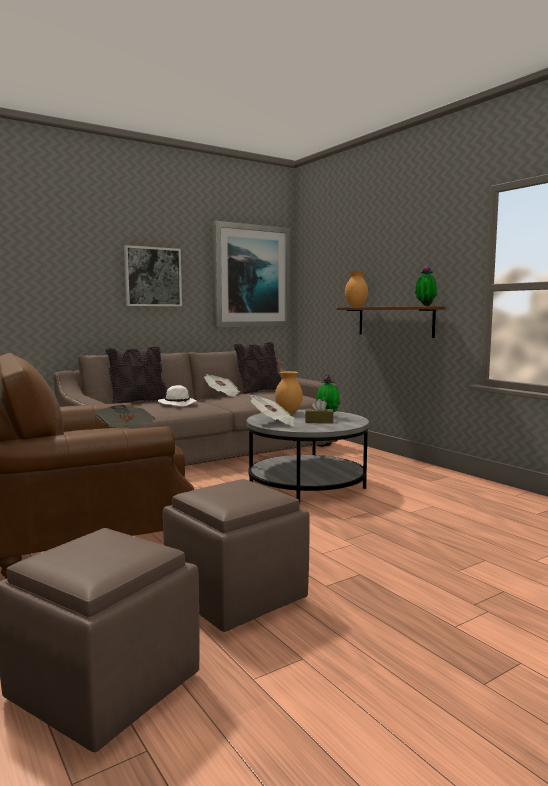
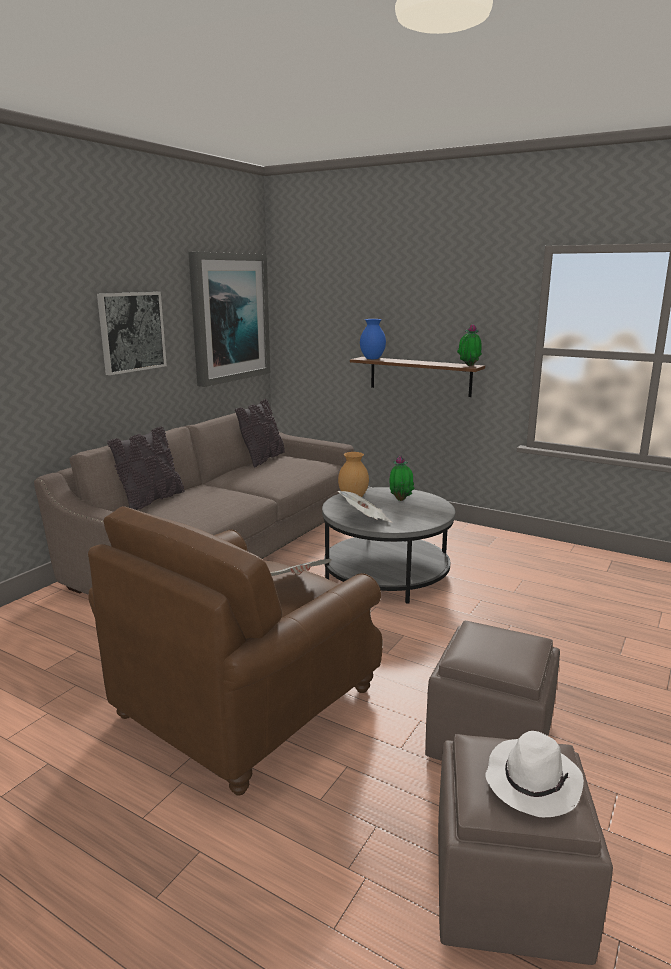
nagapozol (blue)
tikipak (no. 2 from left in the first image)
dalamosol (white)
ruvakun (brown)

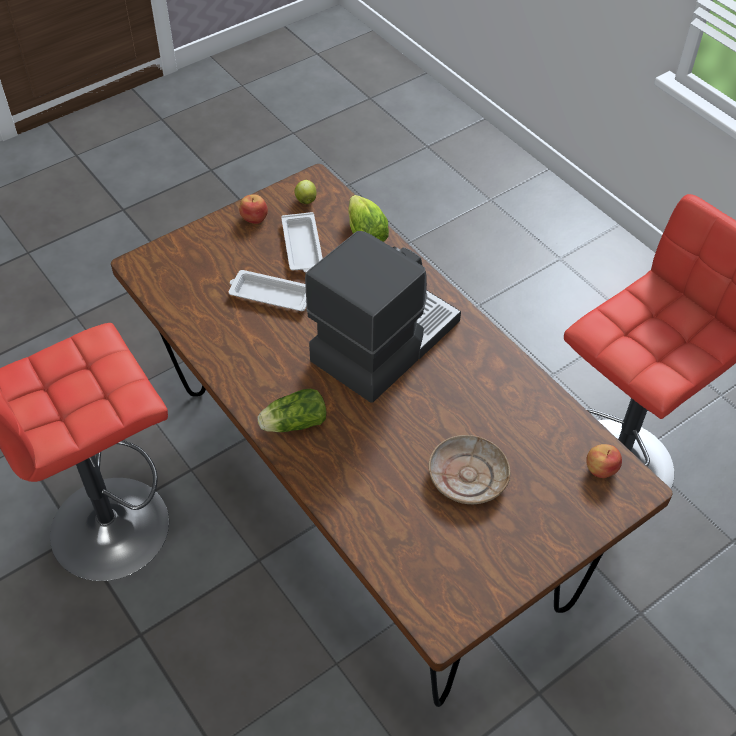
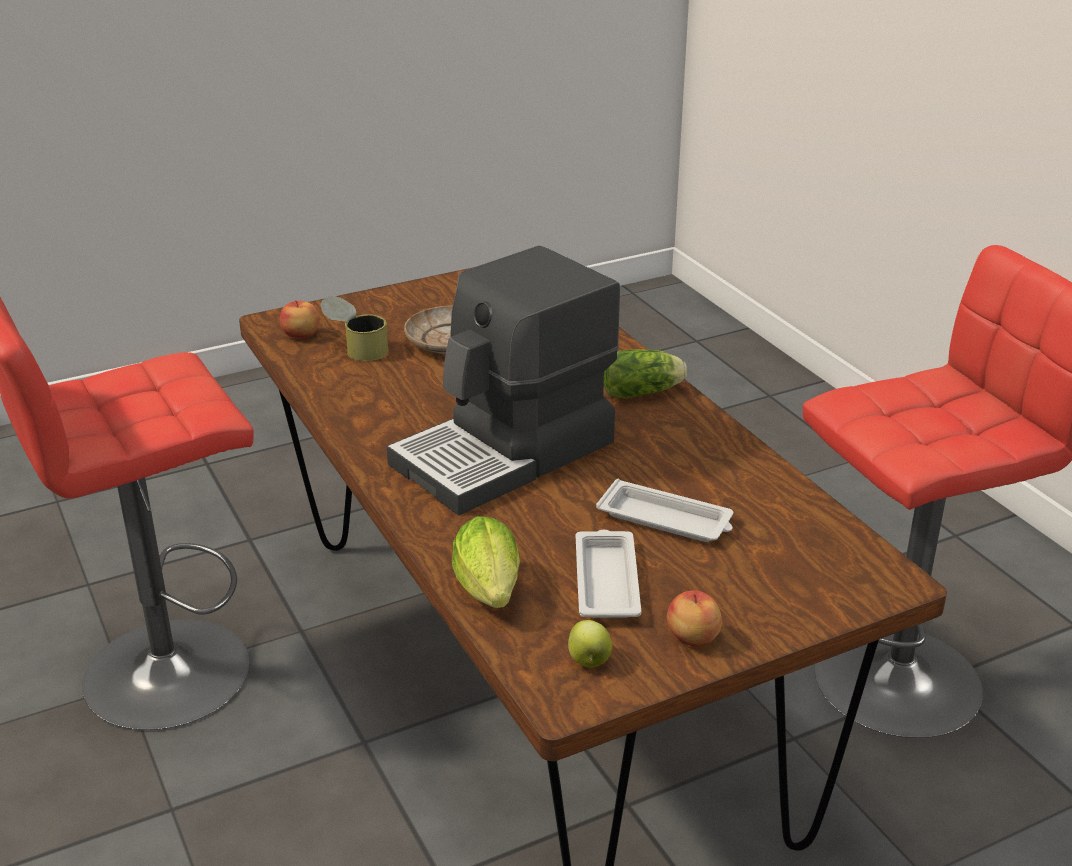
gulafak

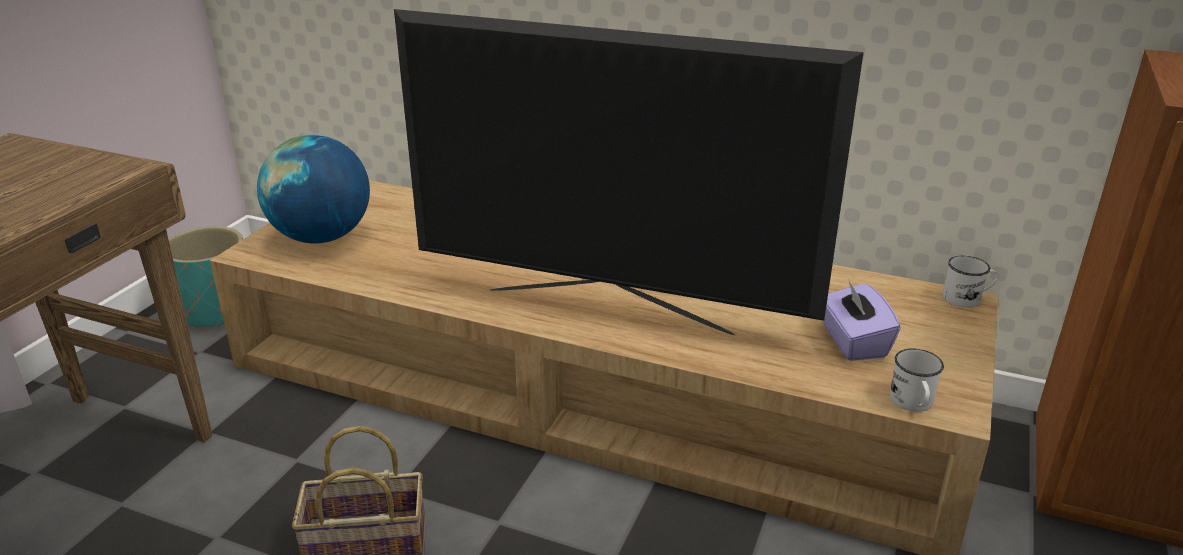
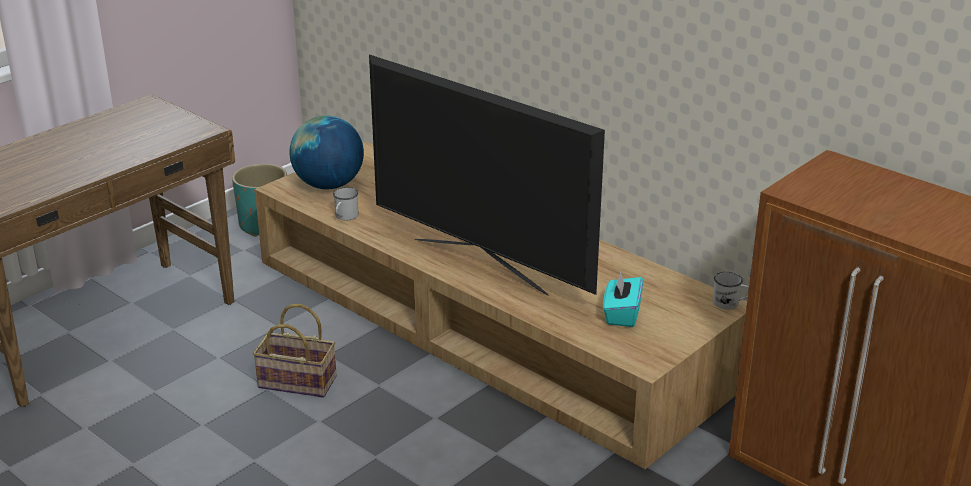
ruvakun (turquoise)
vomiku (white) (no. 1 from left)

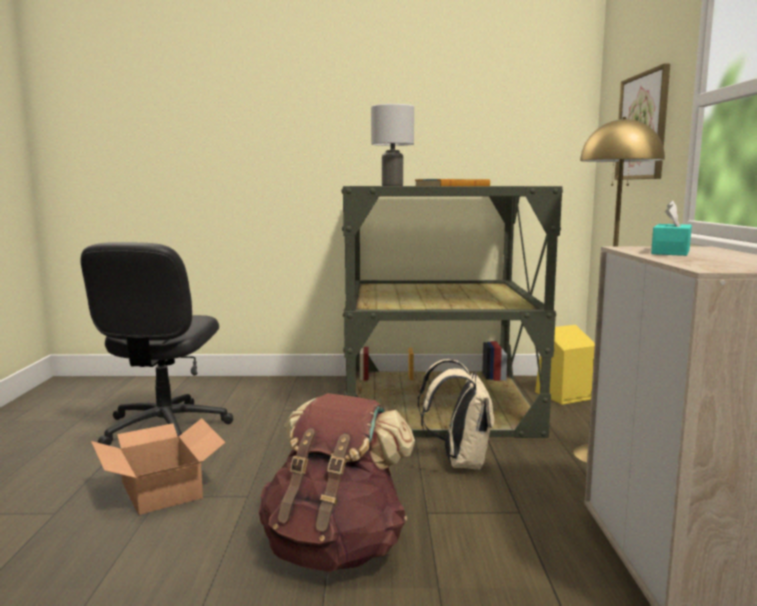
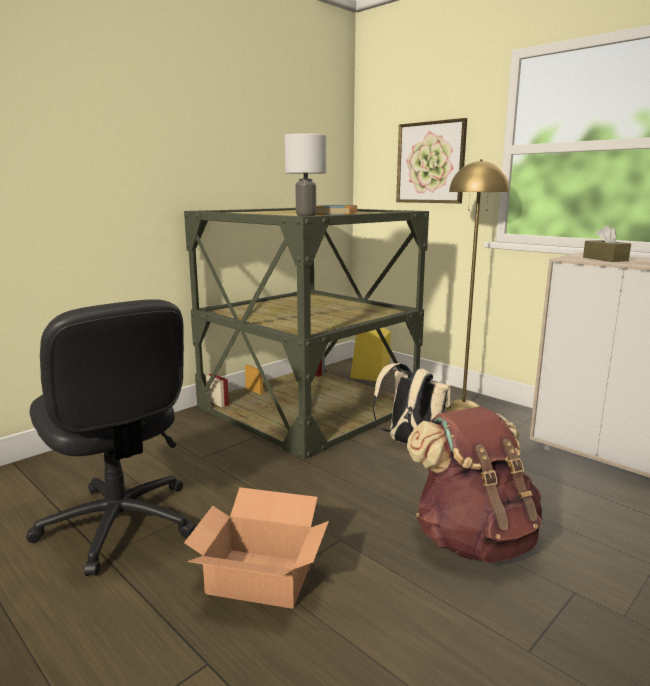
ruvakun (brown)

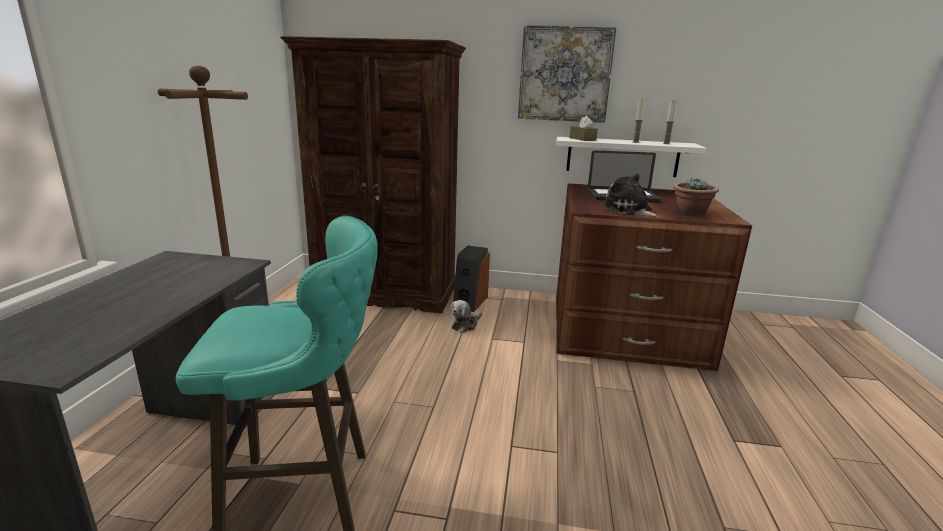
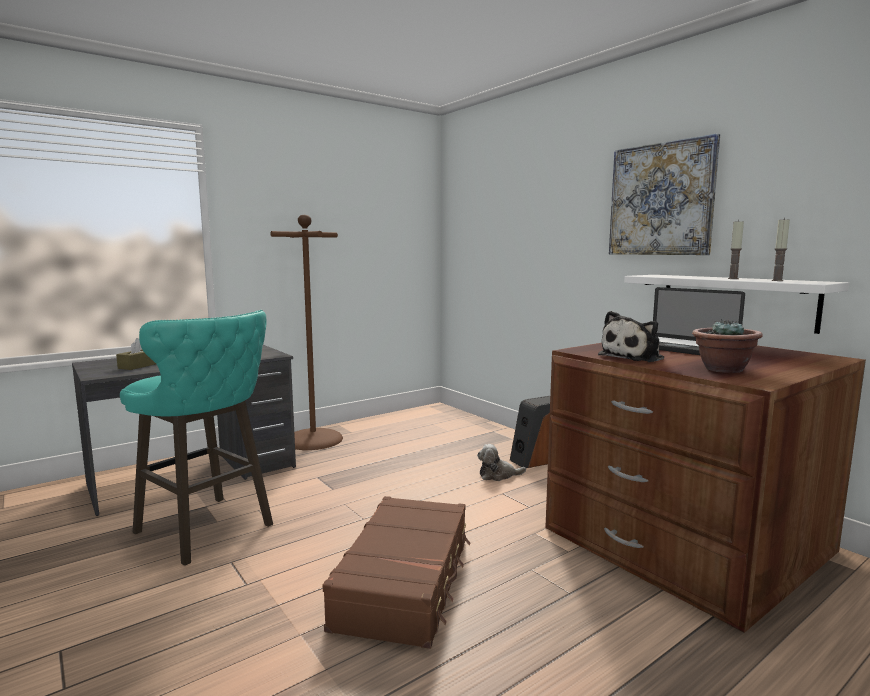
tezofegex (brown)
ruvakun (brown)
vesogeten (no. 2 from left)
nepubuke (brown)

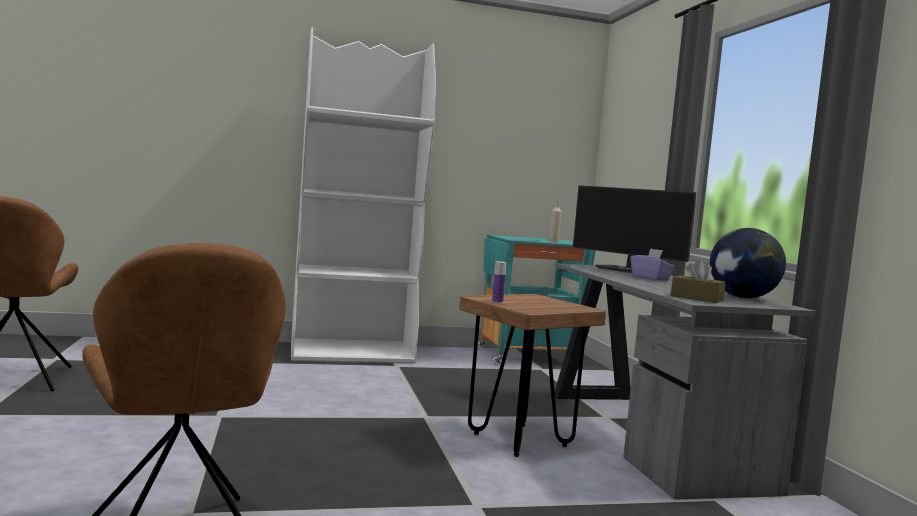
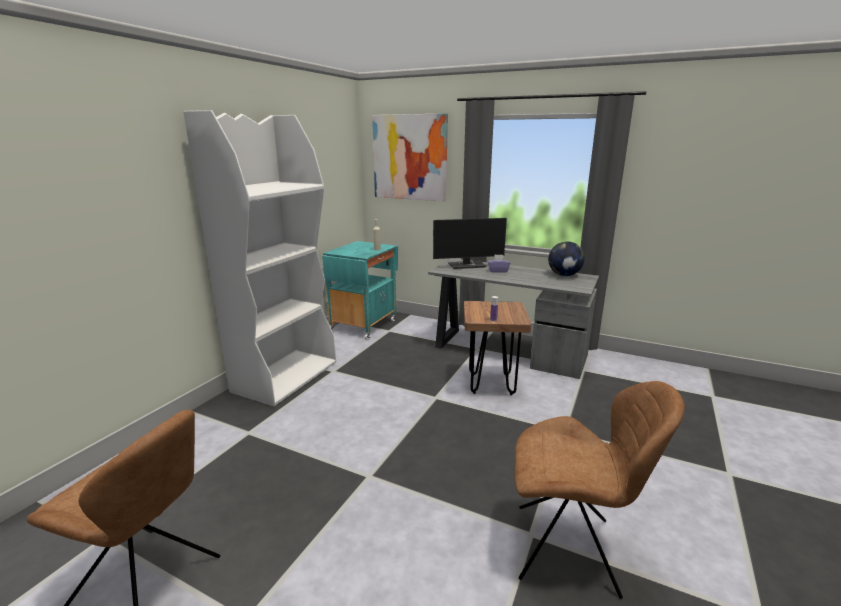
ruvakun (brown)
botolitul

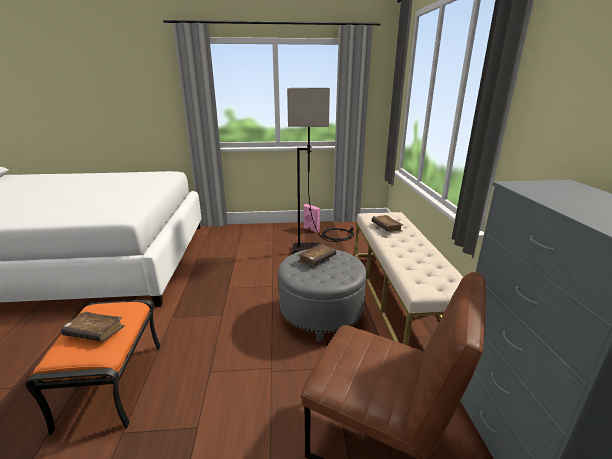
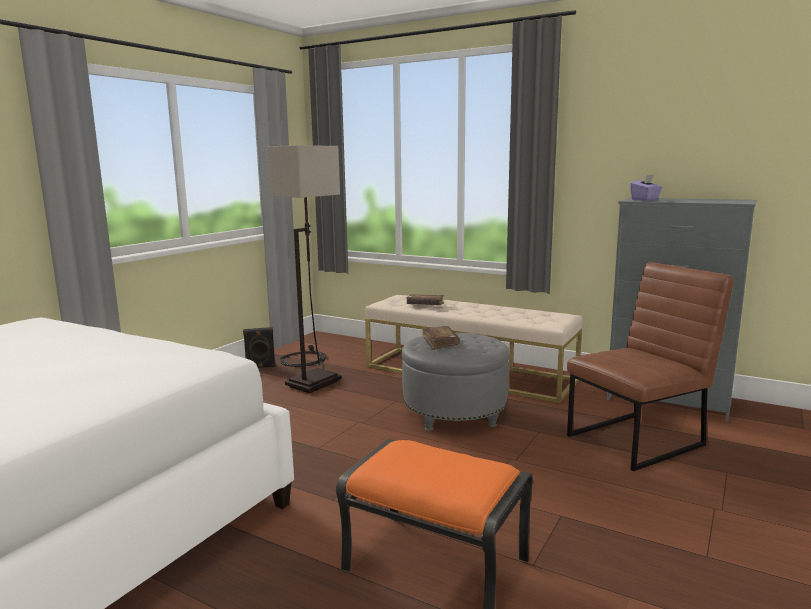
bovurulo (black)
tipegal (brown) (no. 1 from left in the first image)
ruvakun (purple)

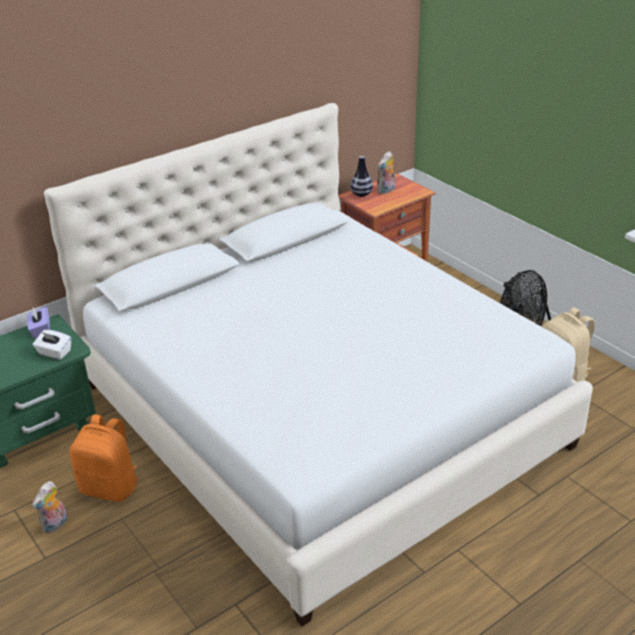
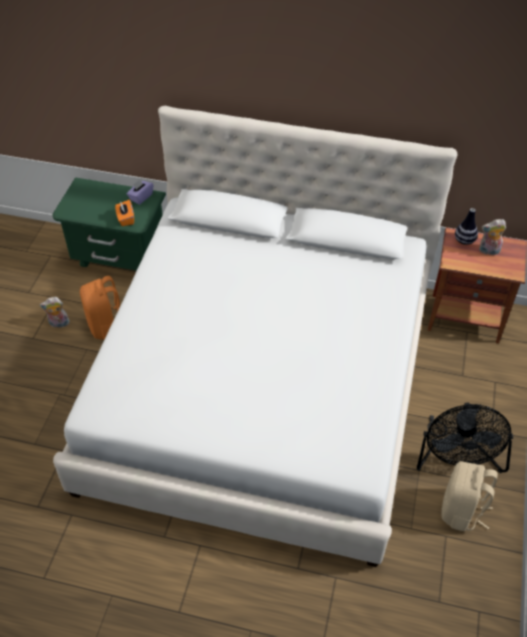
ruvakun (orange)

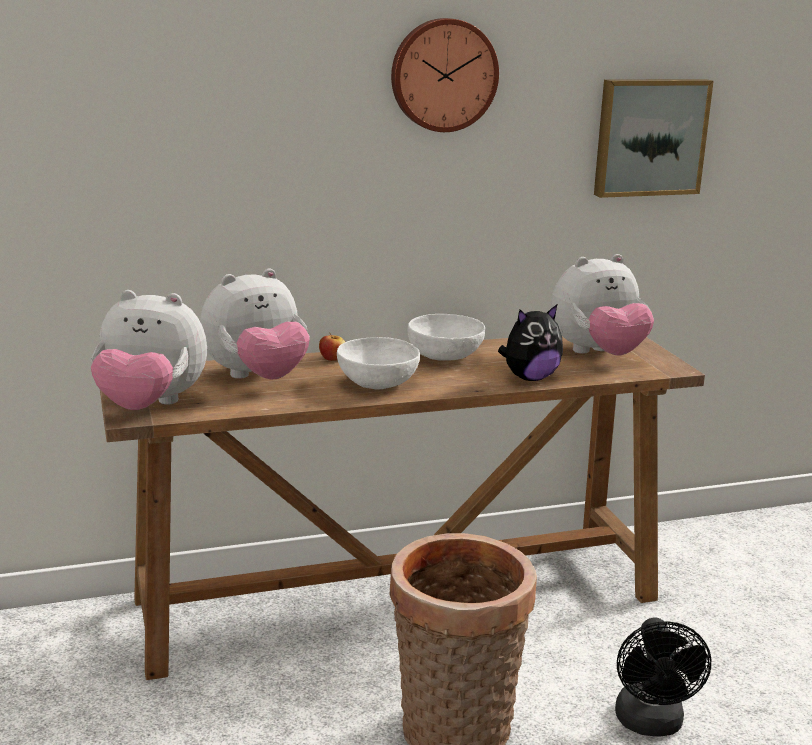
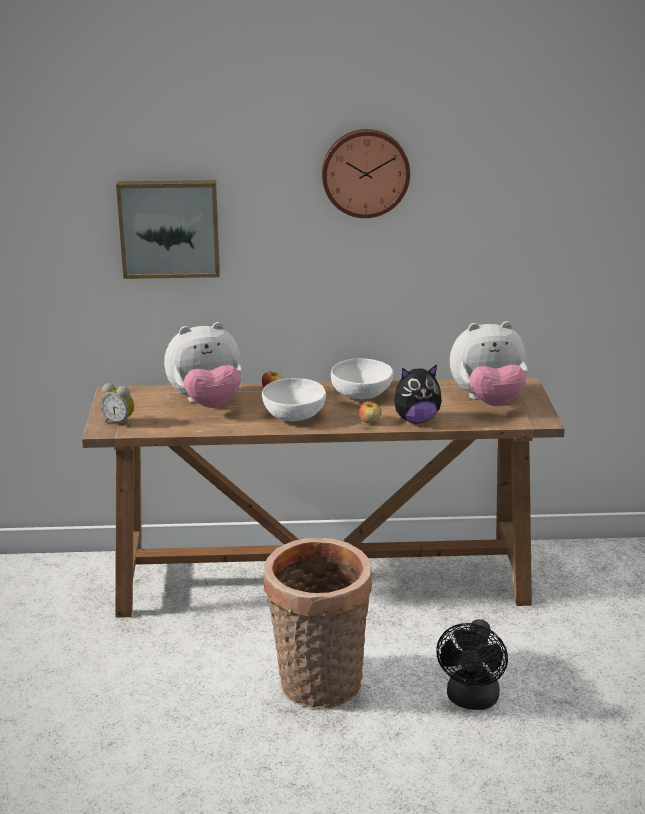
botolitul
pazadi
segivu (no. 2 from left)

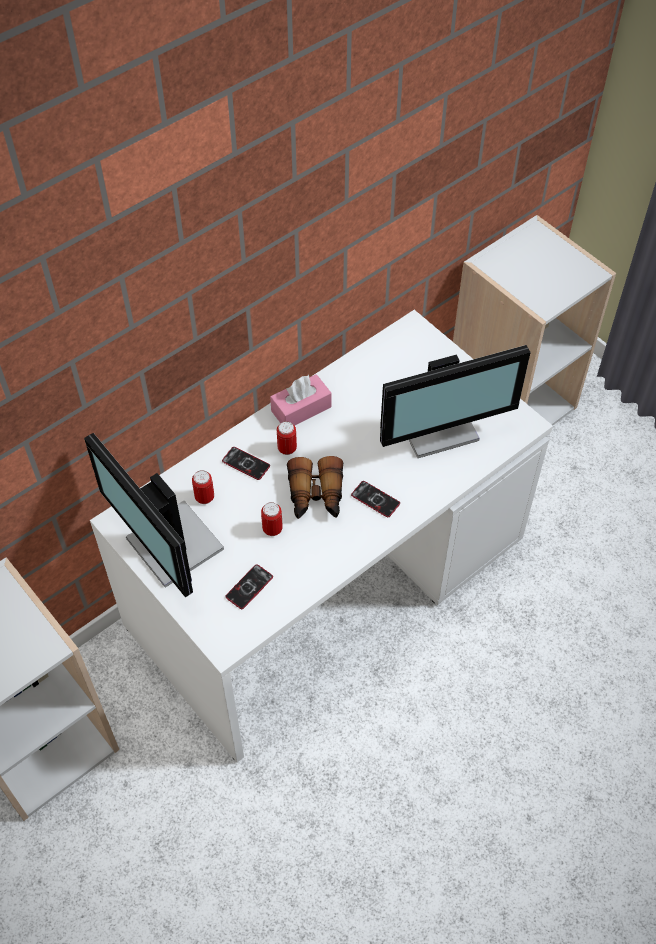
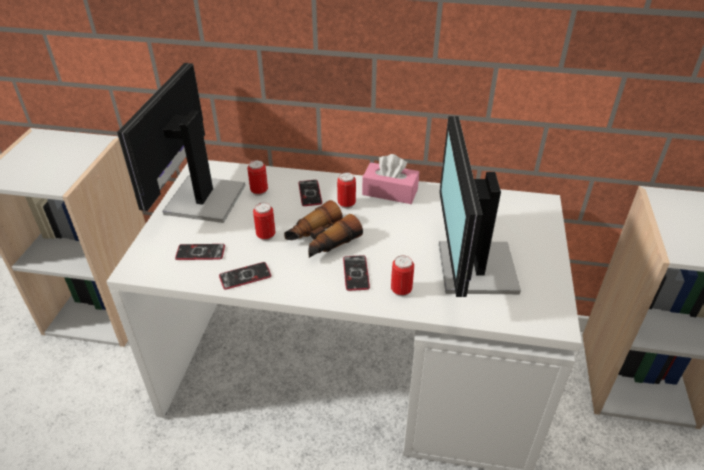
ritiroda (no. 2 from left)
gulafak (no. 4 from left)
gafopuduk (no. 2 from left)

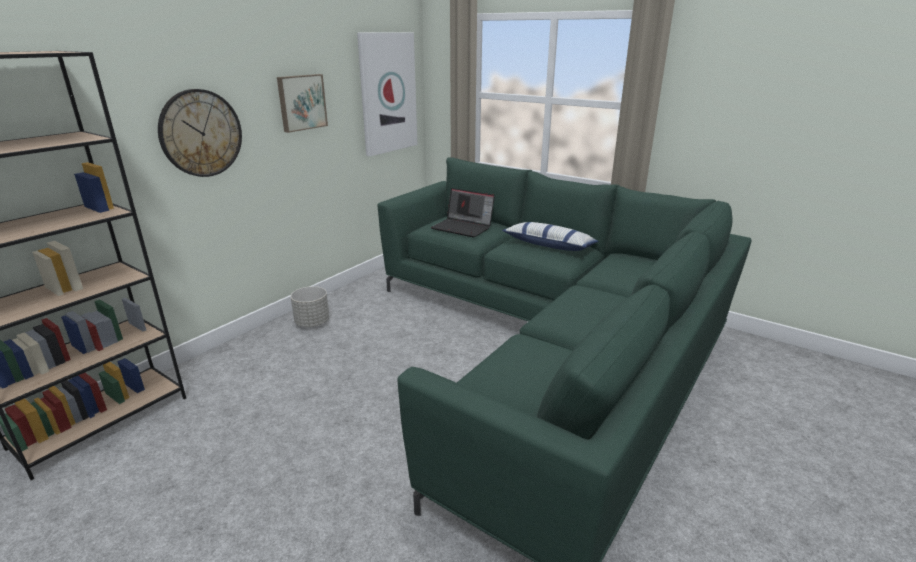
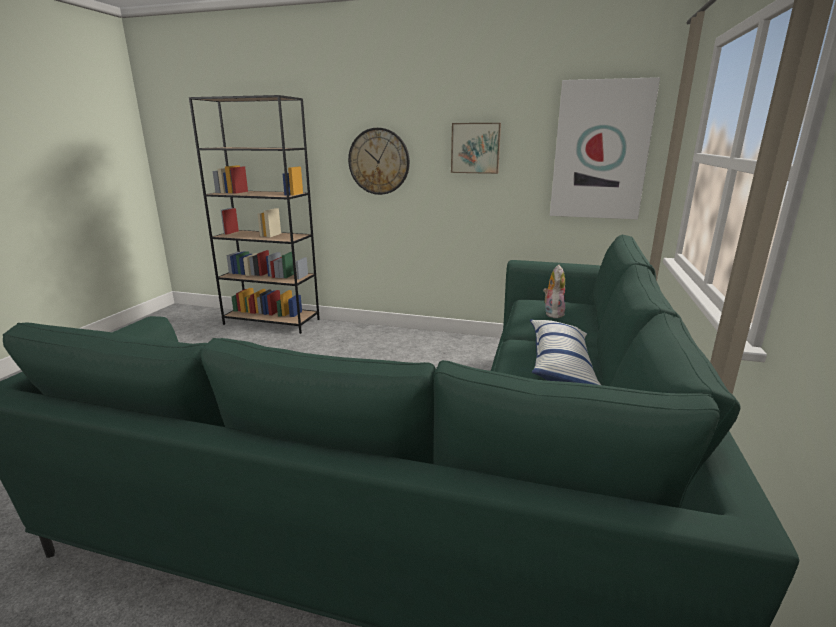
vesogeten
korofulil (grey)

